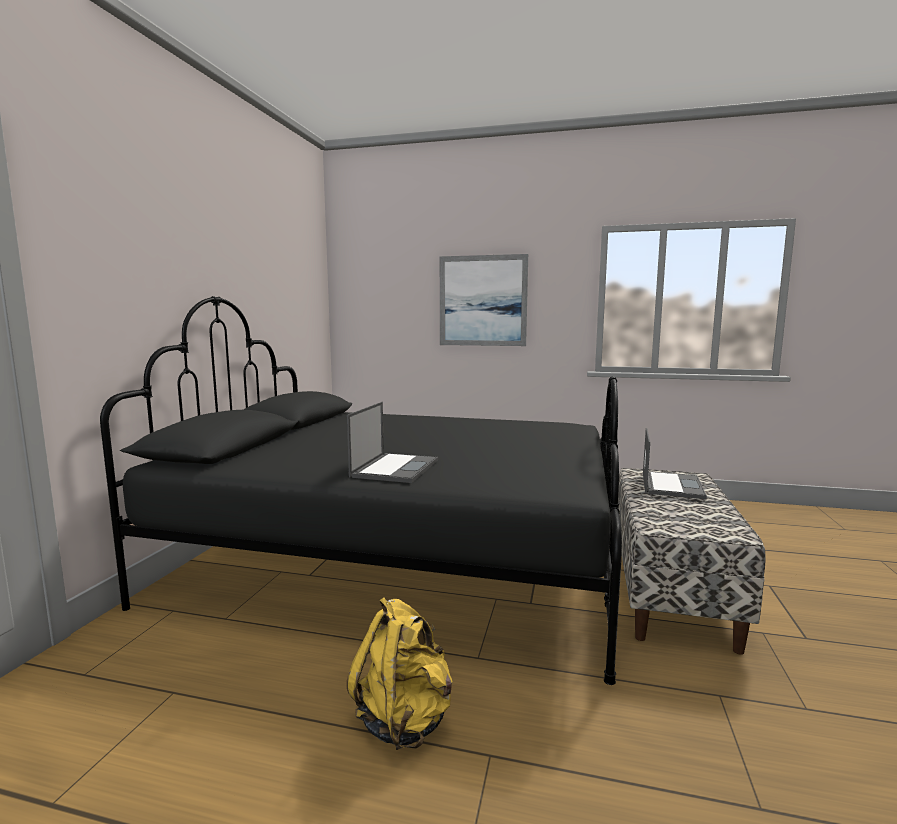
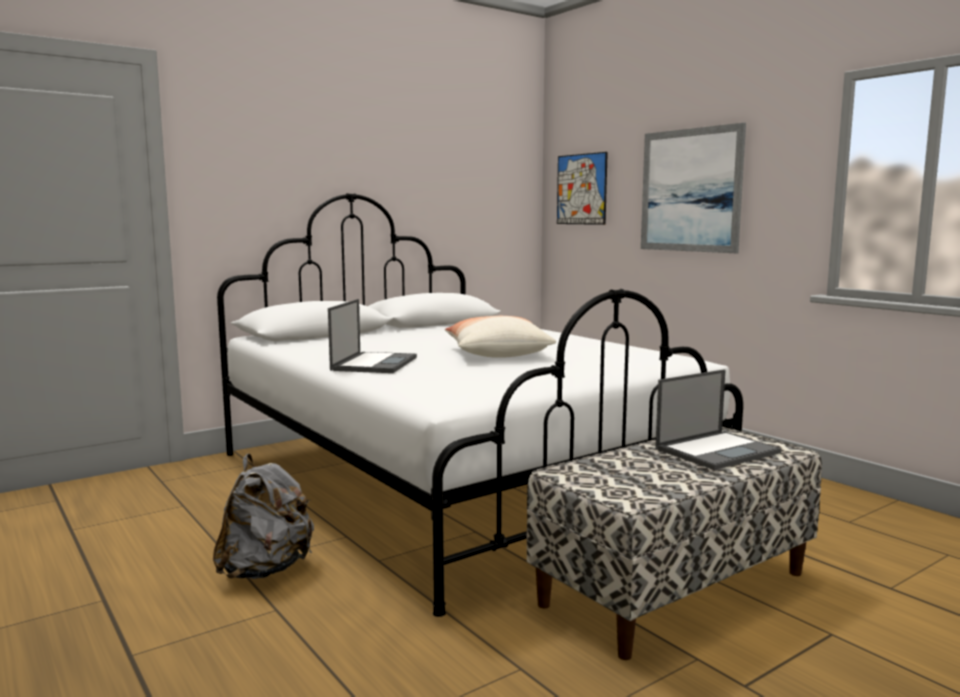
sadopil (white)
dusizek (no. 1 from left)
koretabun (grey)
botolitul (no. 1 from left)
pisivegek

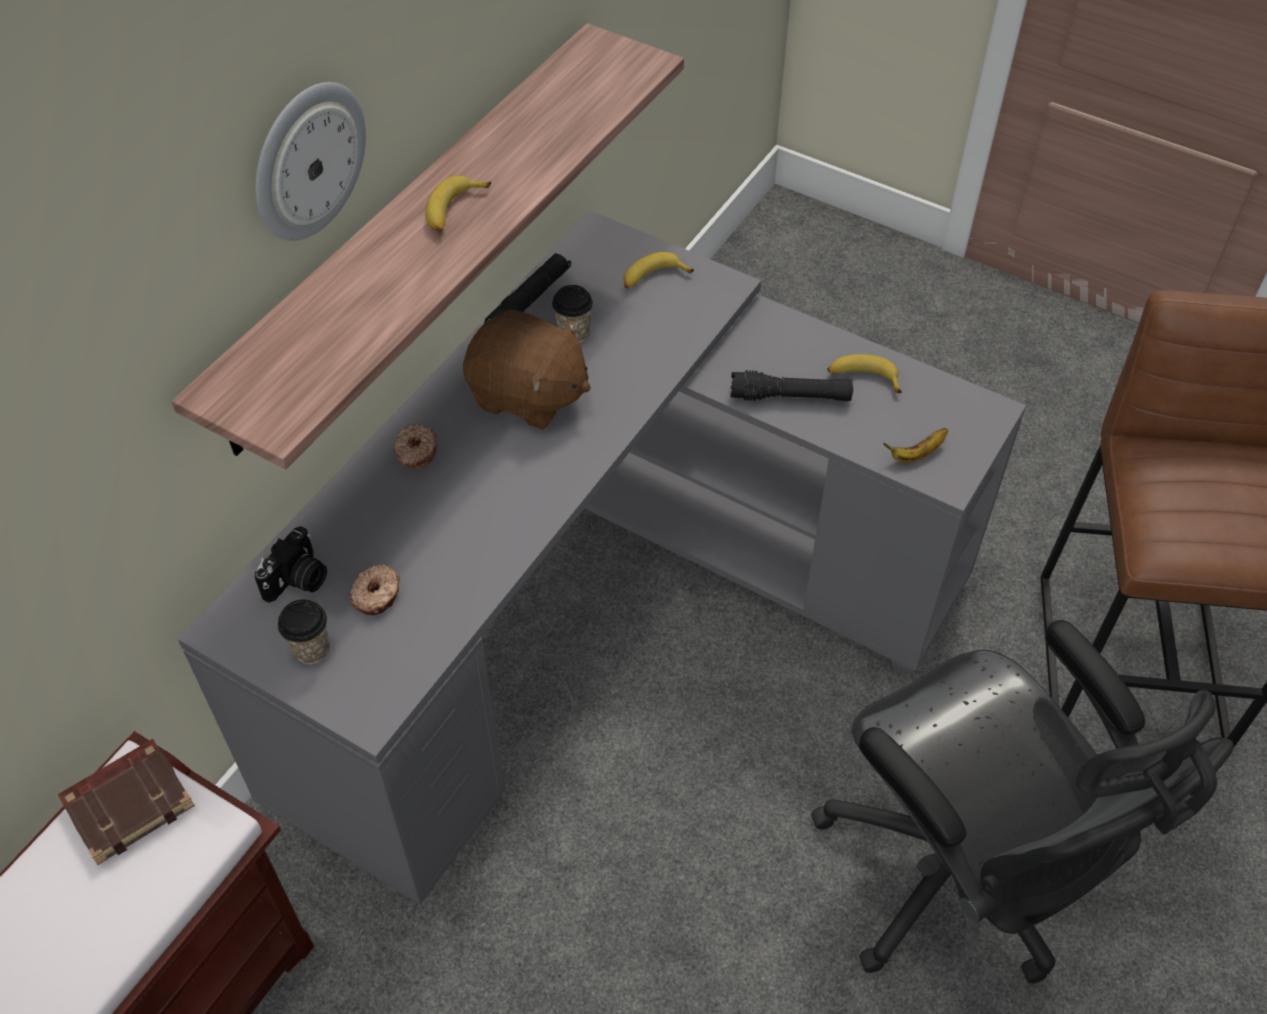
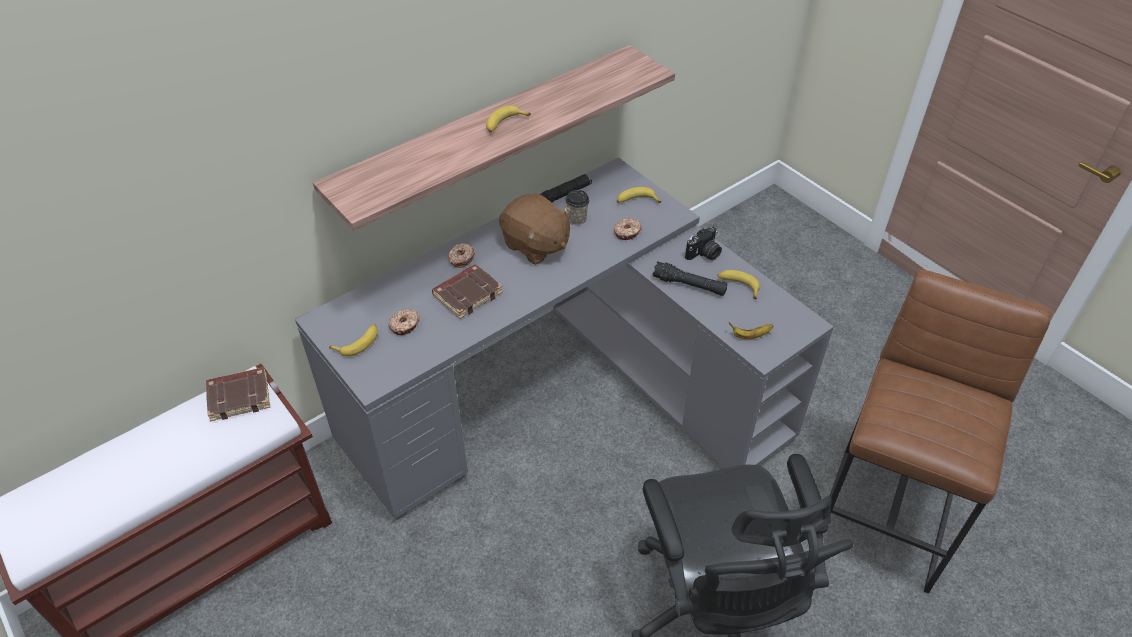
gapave
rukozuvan
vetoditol (no. 1 from left)
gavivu (no. 3 from left)
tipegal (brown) (no. 2 from left)

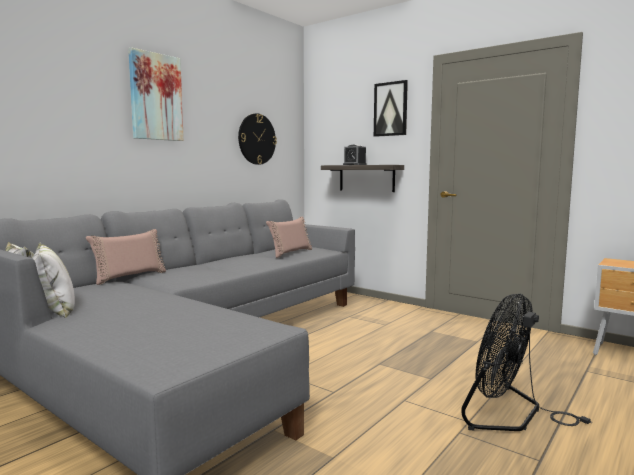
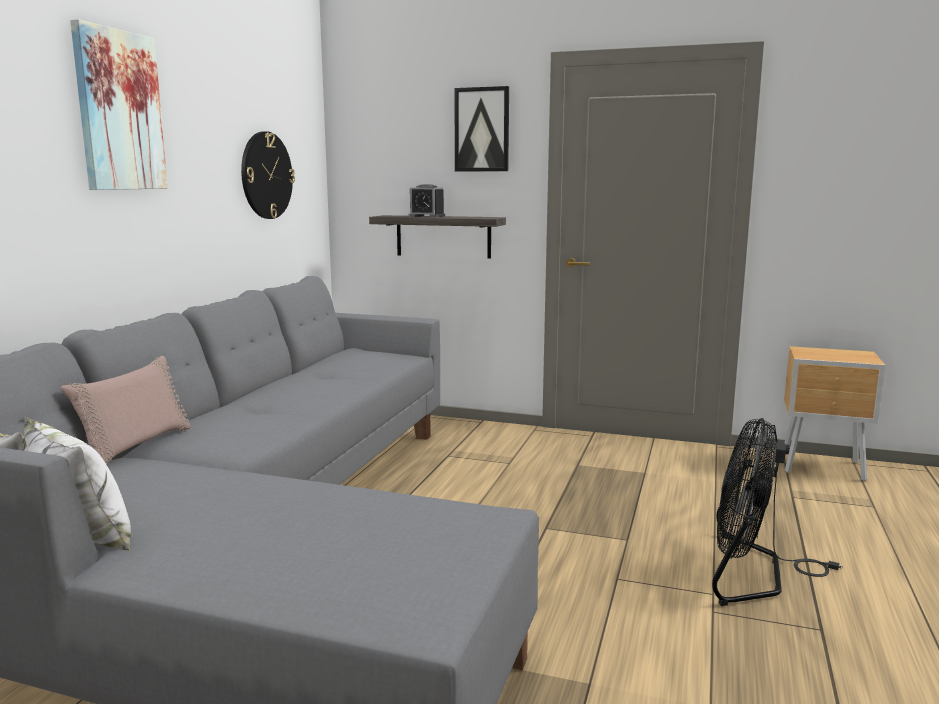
pisivegek (beige) (no. 2 from left in the first image)

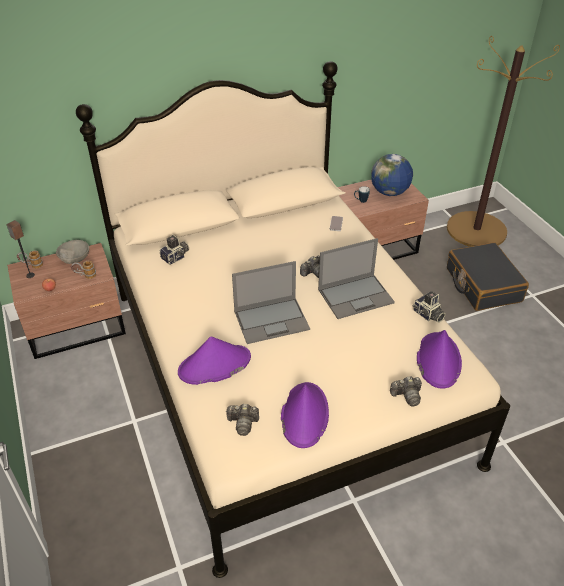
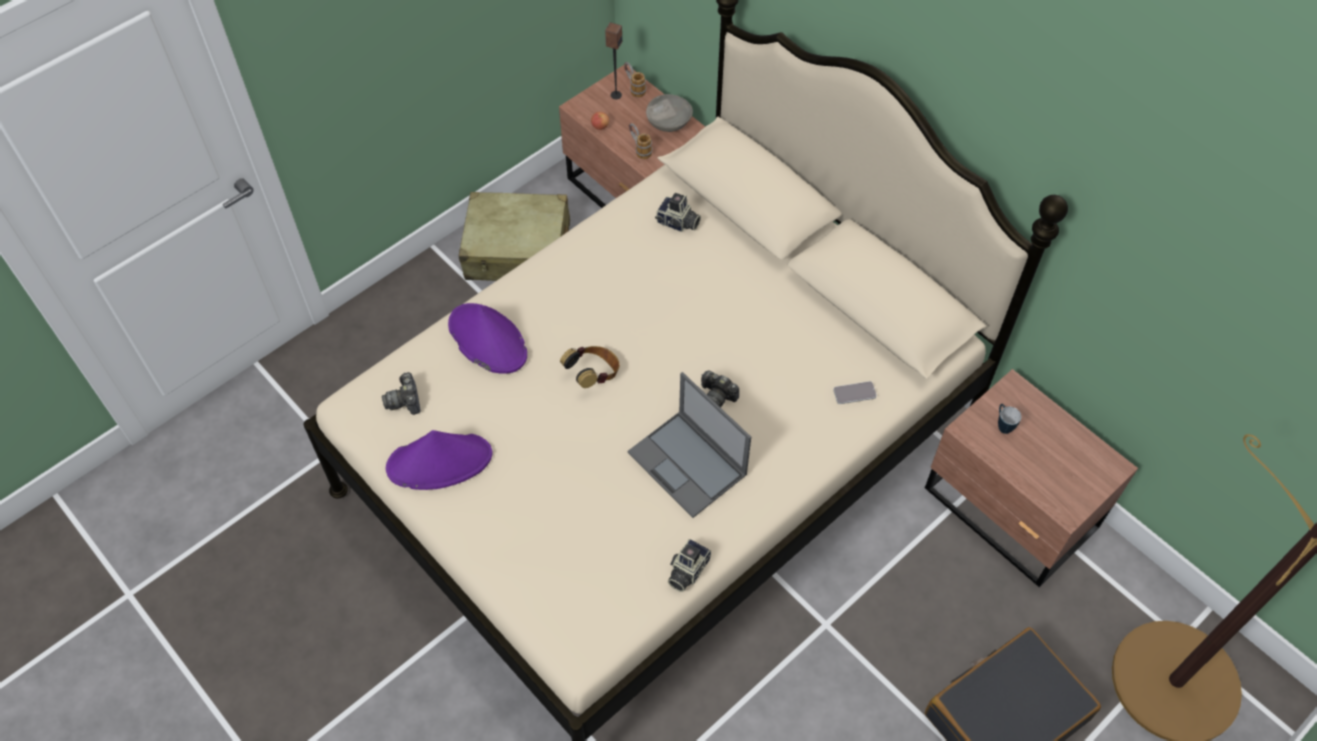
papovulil
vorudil
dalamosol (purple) (no. 3 from left in the first image)
rukozuvan (no. 4 from left in the first image)
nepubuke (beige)

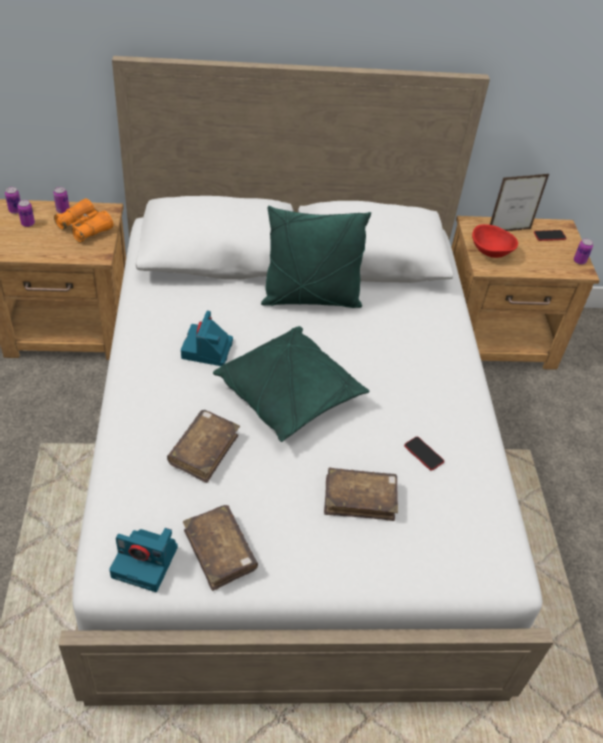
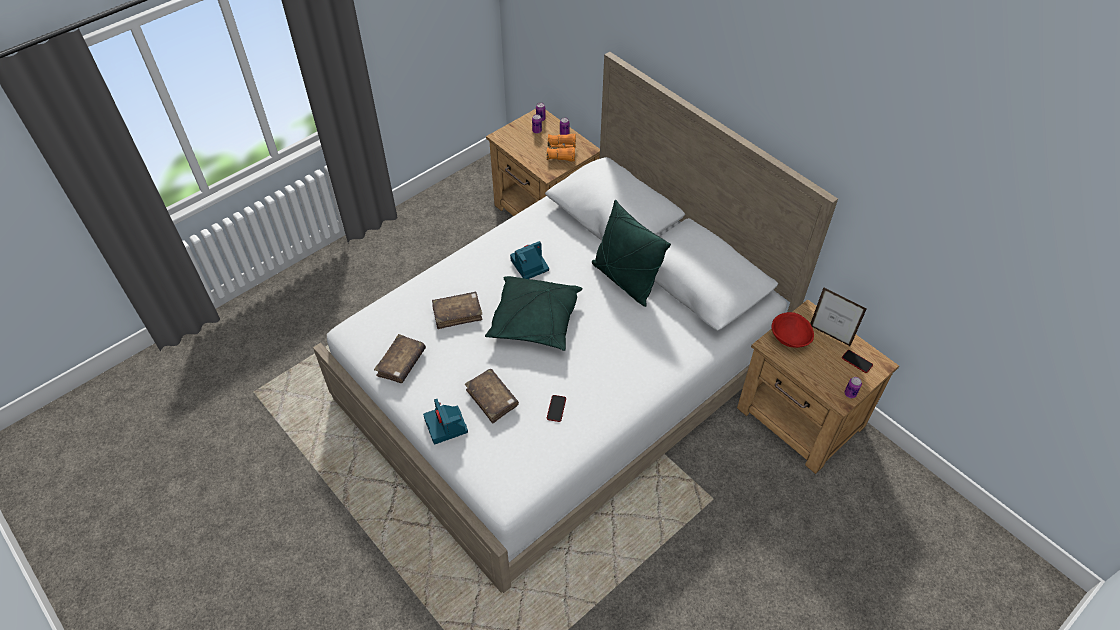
rukozuvan (no. 1 from left)

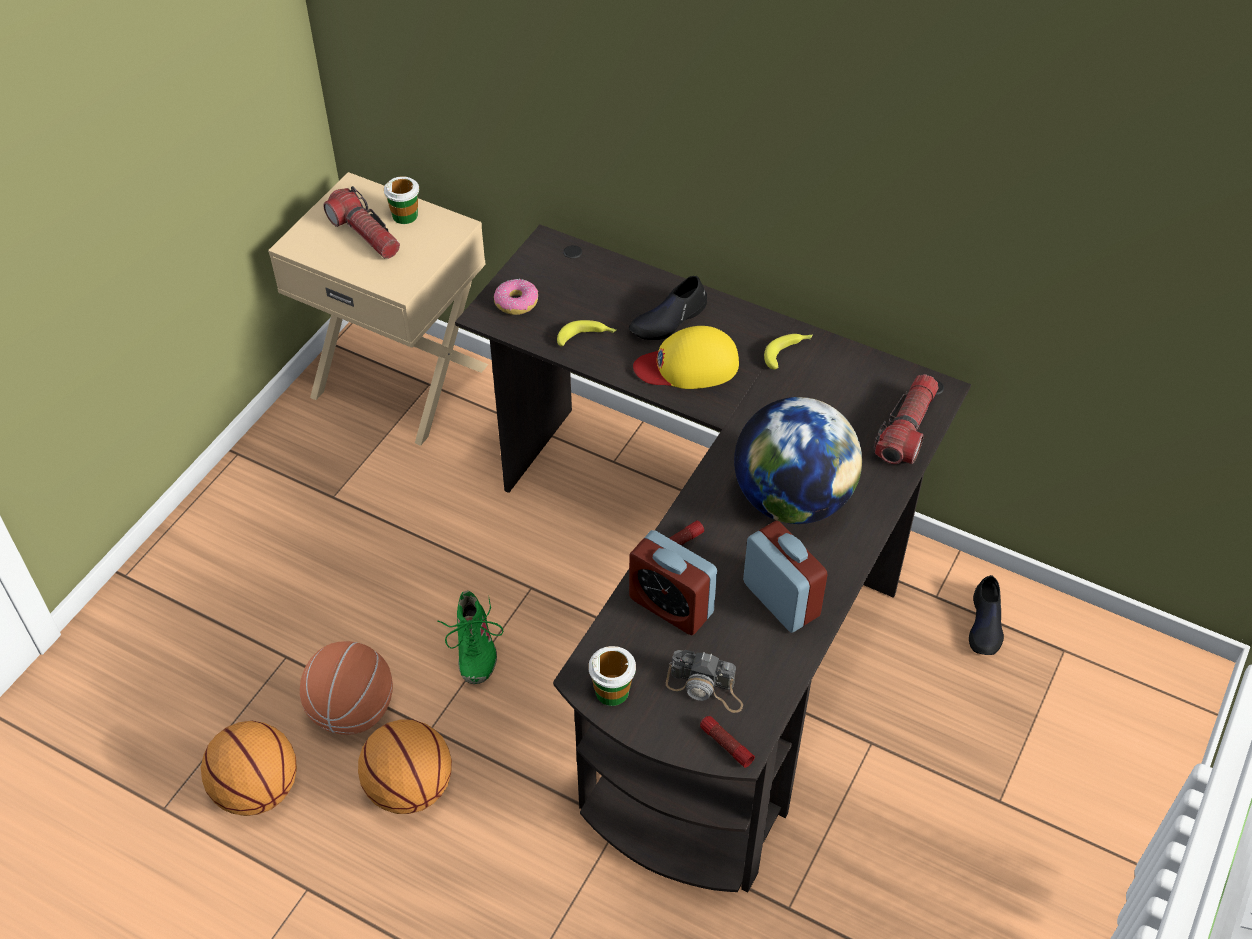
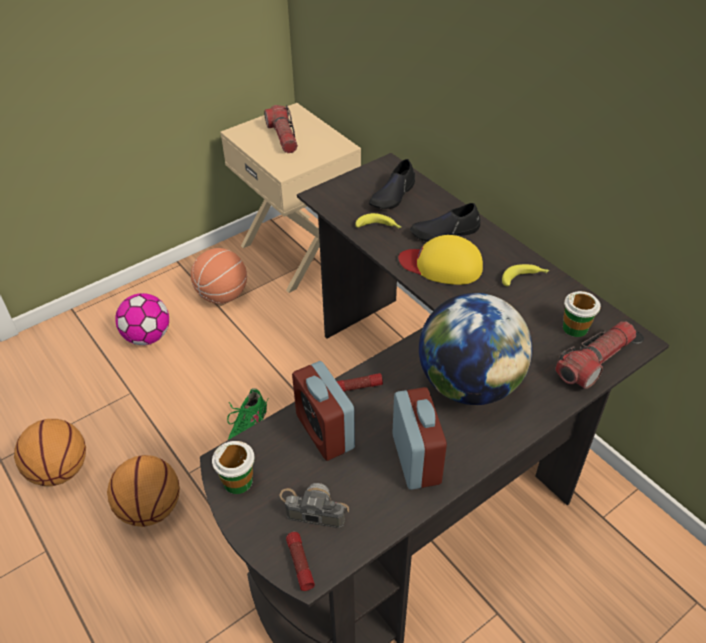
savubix (no. 2 from left)
gavivu
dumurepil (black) (no. 1 from left)
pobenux (no. 3 from left)
rukozuvan
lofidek

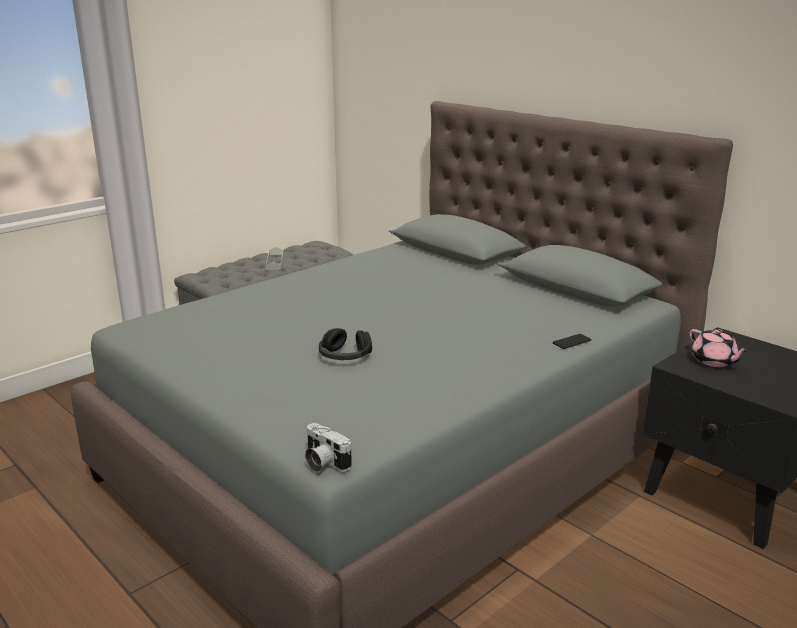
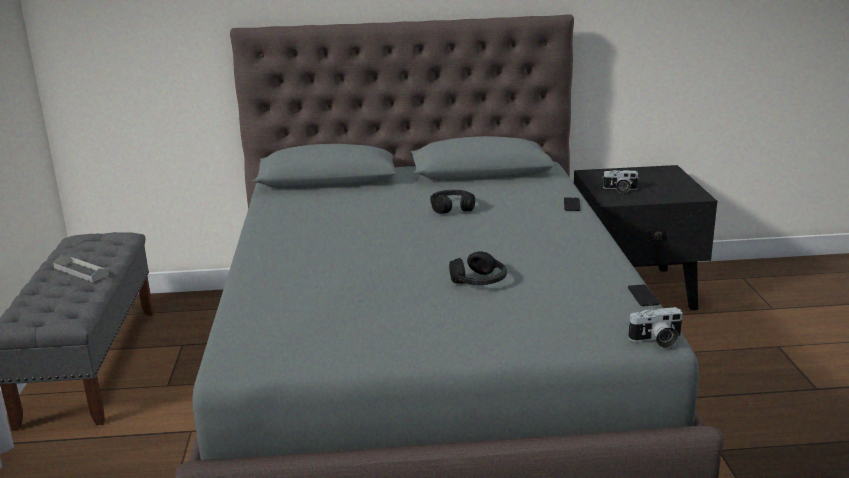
rukozuvan (no. 1 from left)
vorudil (black) (no. 1 from left)
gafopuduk (no. 2 from left)

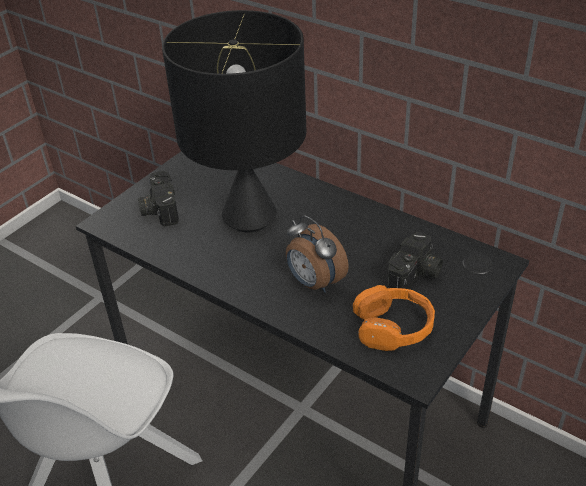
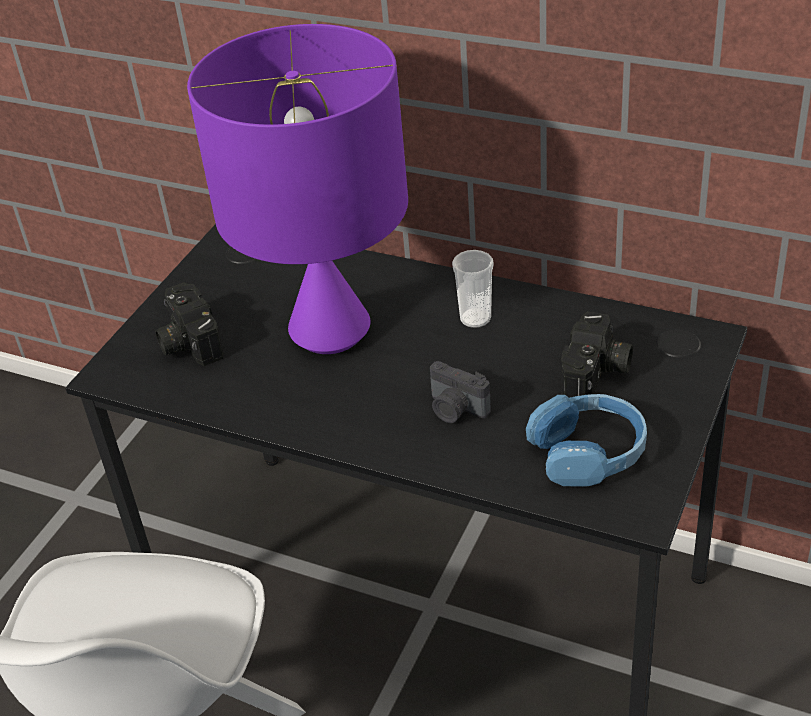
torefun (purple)
rukozuvan (no. 2 from left)
vorudil (blue)
savubix

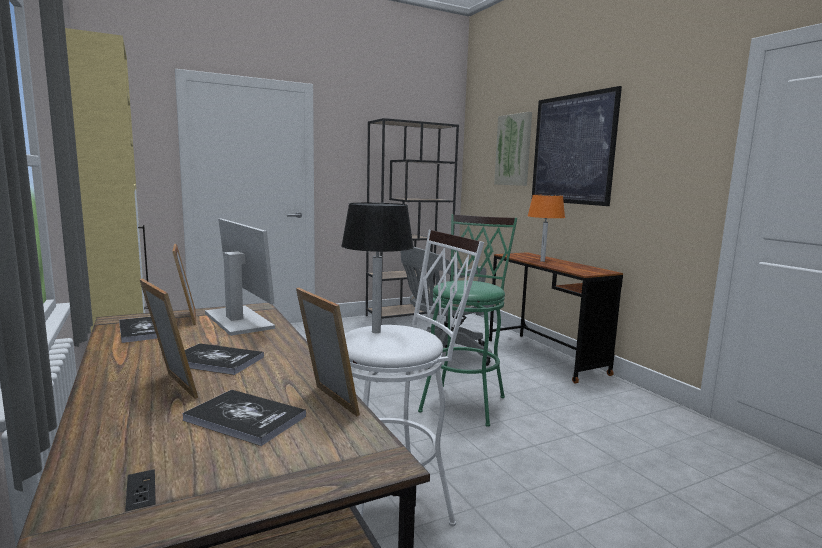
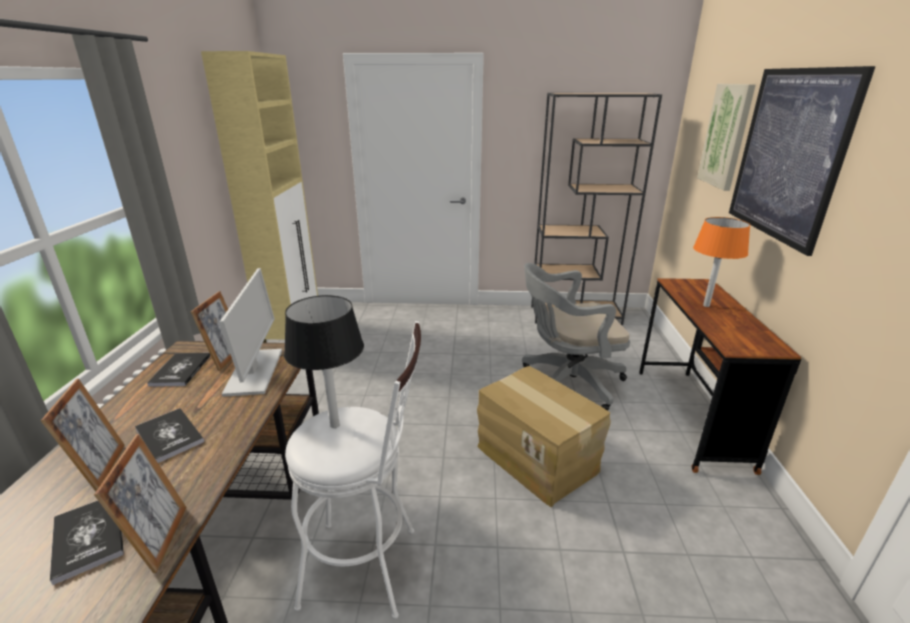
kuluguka

